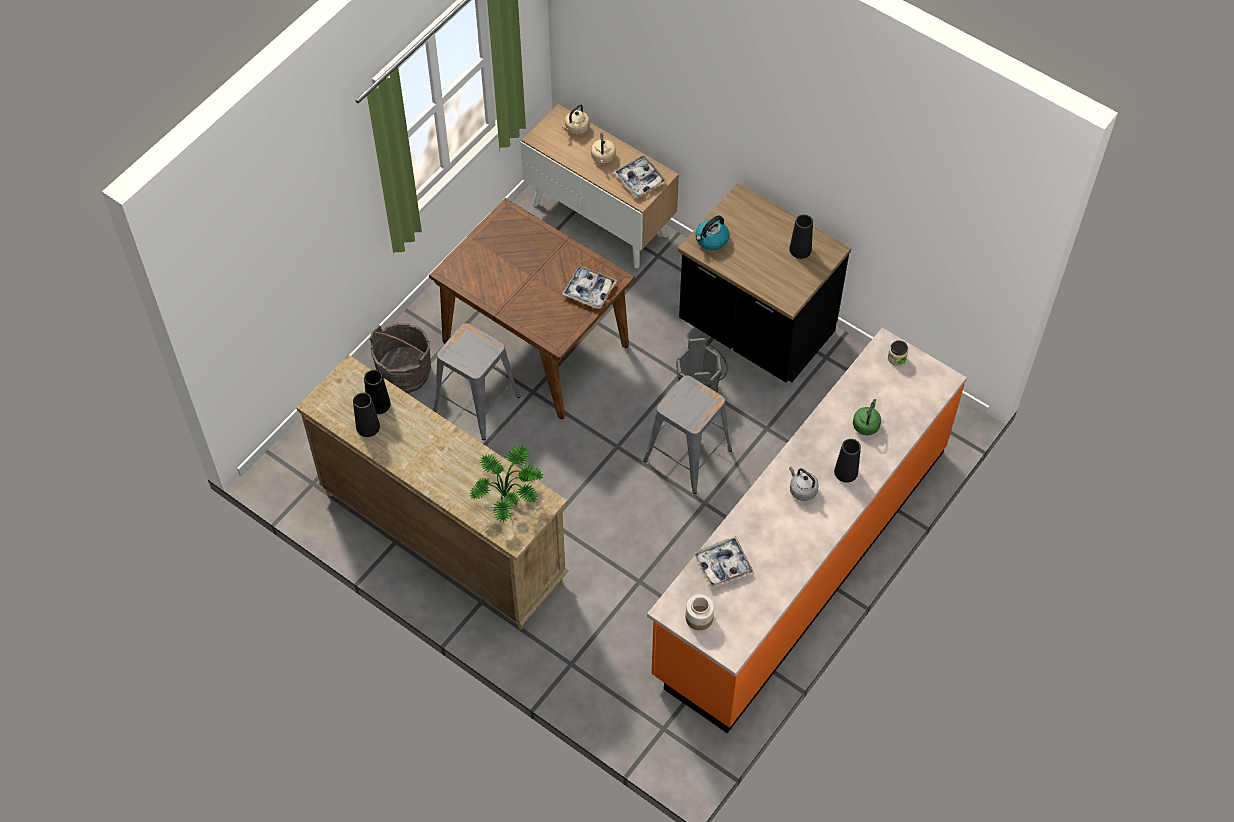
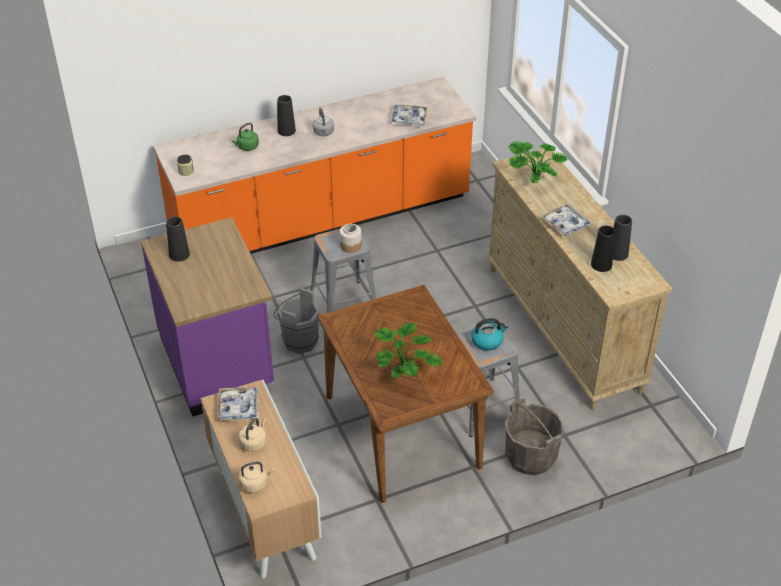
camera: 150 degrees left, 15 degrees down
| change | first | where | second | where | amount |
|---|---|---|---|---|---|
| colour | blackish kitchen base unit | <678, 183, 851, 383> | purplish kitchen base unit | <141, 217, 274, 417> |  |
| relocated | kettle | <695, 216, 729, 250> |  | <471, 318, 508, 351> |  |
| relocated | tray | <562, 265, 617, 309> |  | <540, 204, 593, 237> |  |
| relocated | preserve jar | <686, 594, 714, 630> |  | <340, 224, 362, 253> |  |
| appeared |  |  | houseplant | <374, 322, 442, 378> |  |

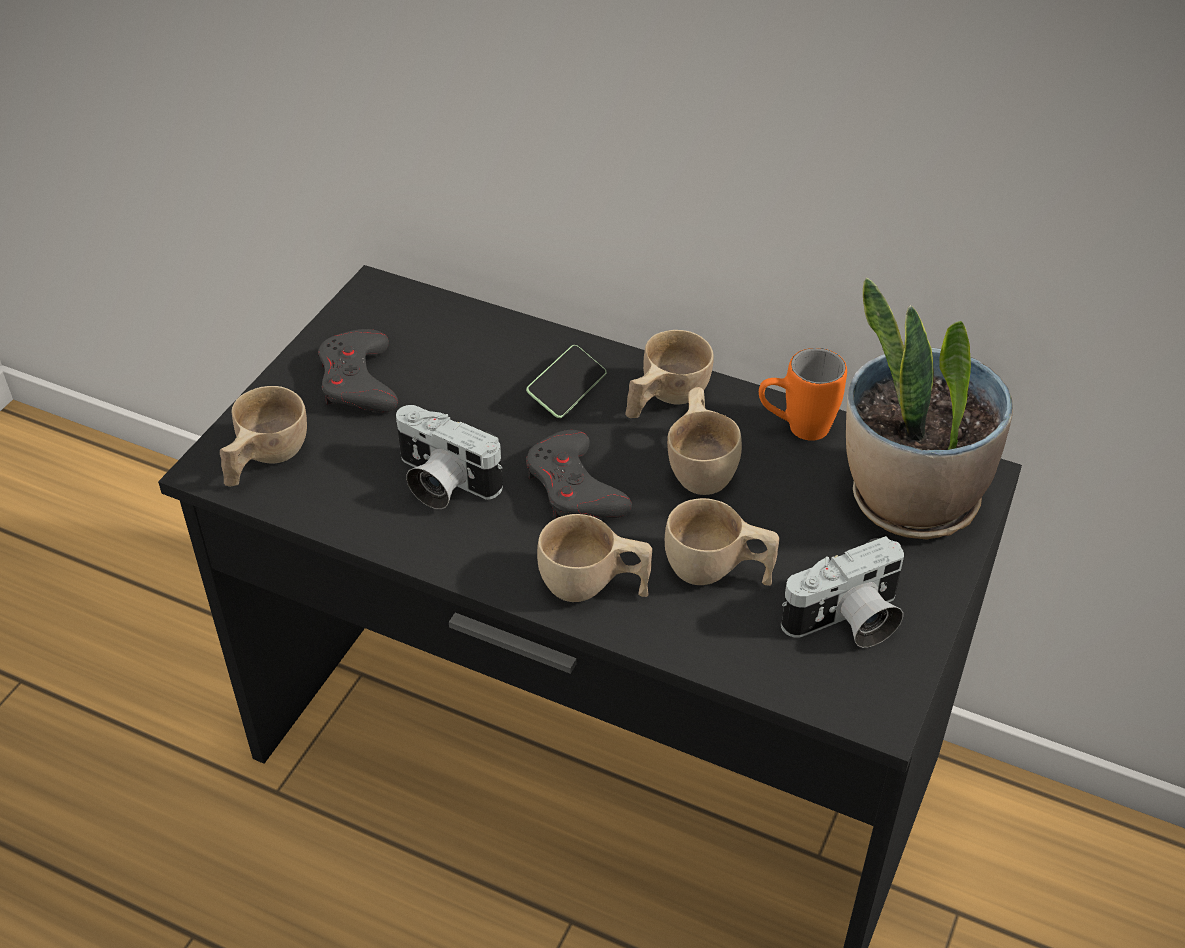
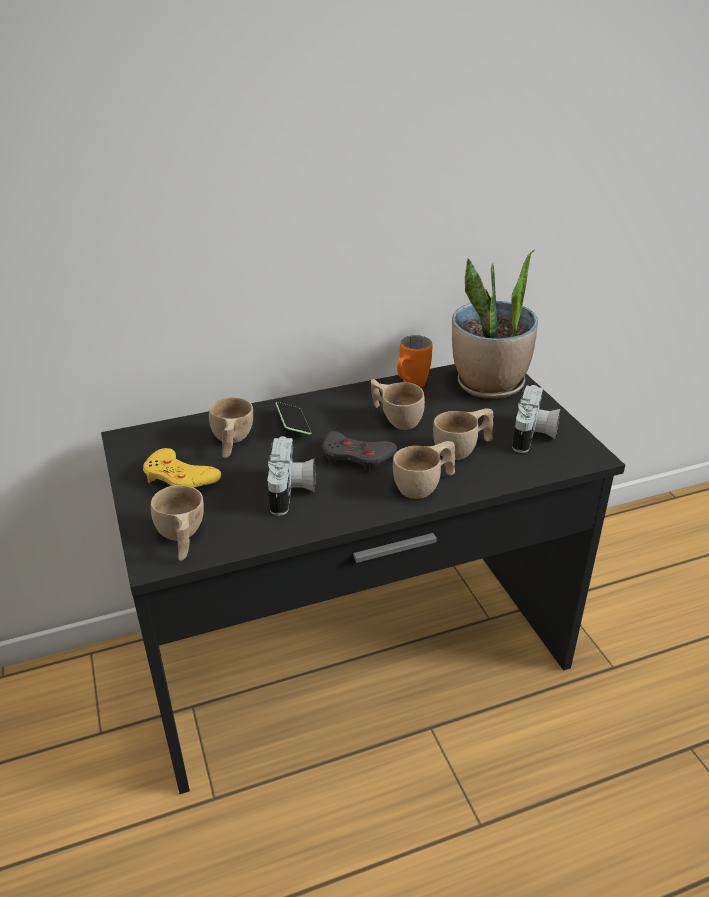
camera: 45 degrees left, 10 degrees down
| change | first | where | second | where | amount |
|---|---|---|---|---|---|
| colour | grey game controller | <318, 329, 398, 413> | yellow-coloured game controller | <143, 448, 221, 488> |  |
| relocated | sand-coloured drinking cup | <625, 330, 714, 418> |  | <209, 397, 253, 458> |  |
| spun | photo camera | <396, 405, 503, 509> |  | <267, 436, 315, 516> | 75 degrees counterclockwise |

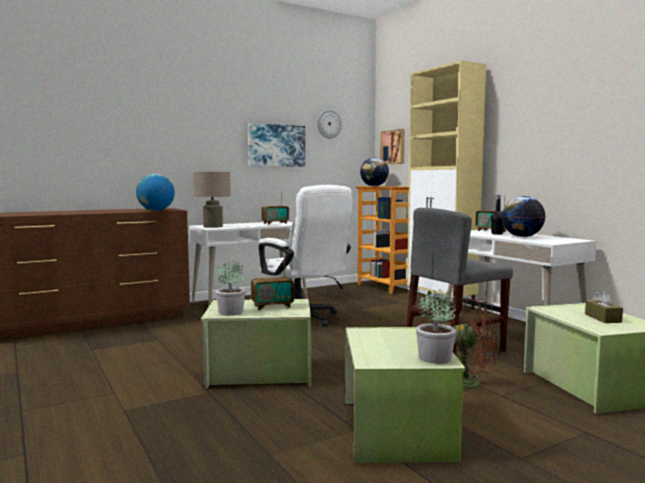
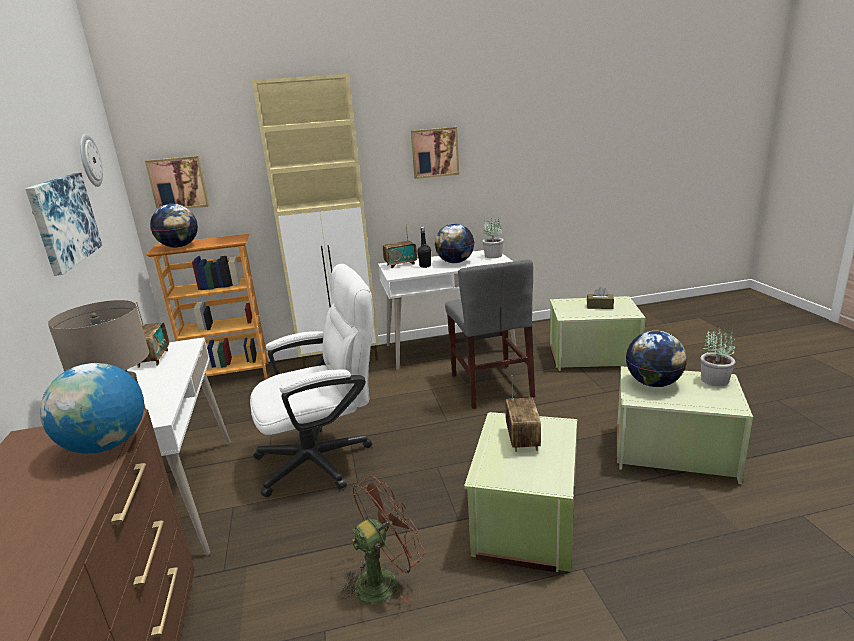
camera: 70 degrees left, 15 degrees up
| change | first | where | second | where | amount |
|---|---|---|---|---|---|
| relocated | houseplant | <216, 261, 245, 315> |  | <482, 218, 504, 258> |  |
| relocated | brown electric fan | <454, 299, 501, 395> |  | <340, 476, 425, 604> |  |
| appeared |  |  | picture | <411, 127, 459, 179> |  |
| appeared |  |  | world globe | <626, 331, 687, 387> |  |

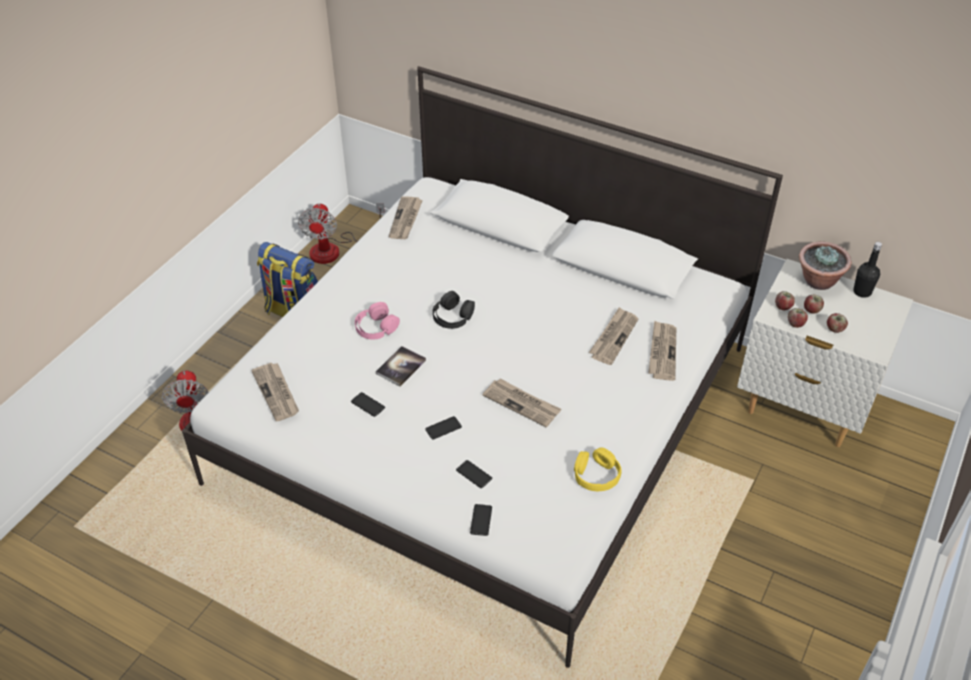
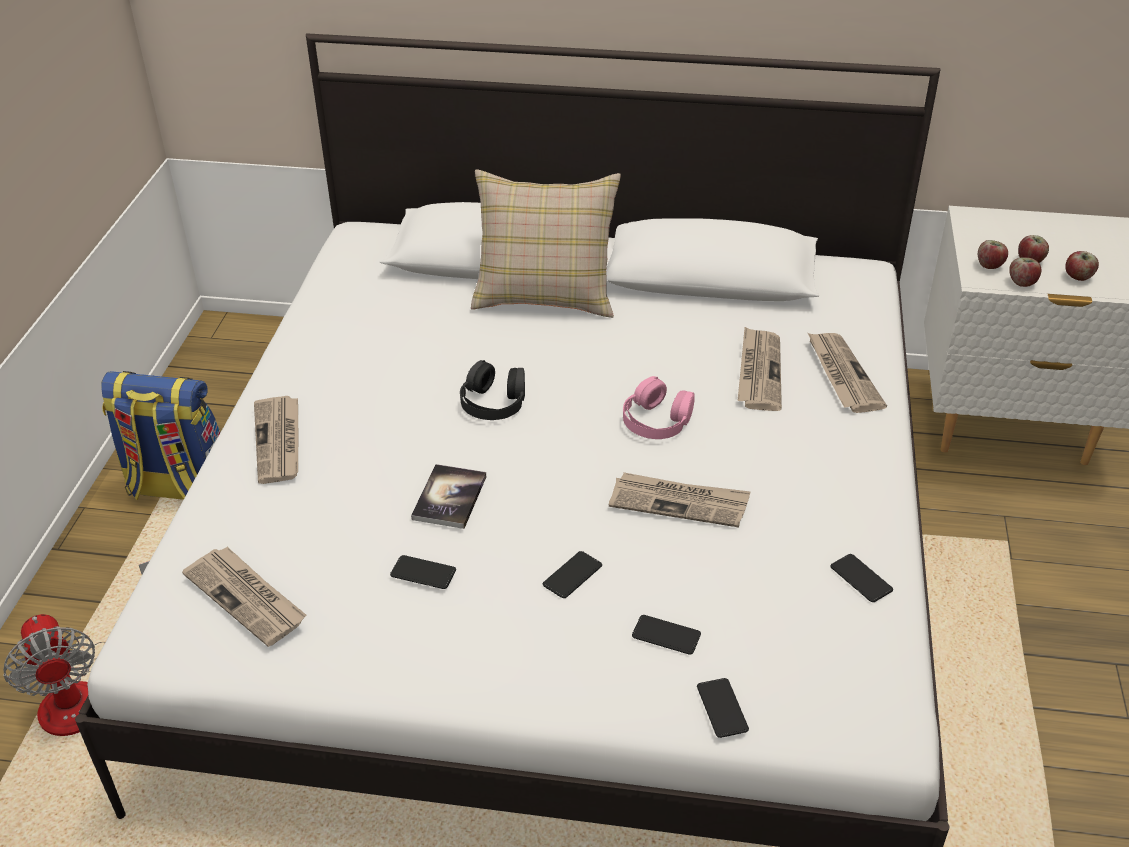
camera: 20 degrees left, 5 degrees down
| change | first | where | second | where | amount |
|---|---|---|---|---|---|
| relocated | printed paper | <389, 196, 423, 239> |  | <254, 396, 298, 484> |  |
| missing | electric fan | <298, 203, 385, 264> |  |  |  |
| missing | houseplant | <799, 242, 852, 290> |  |  |  |
| missing | blackish drink bottle | <853, 242, 882, 298> |  |  |  |
| relocated | pink-coloured headphones | <355, 302, 400, 340> |  | <623, 376, 695, 439> |  |
| exchanged | yellow-coloured headphones | <574, 447, 622, 491> | telephone | <830, 554, 893, 602> |  |
| appeared |  |  | sand-coloured cushion | <471, 169, 621, 318> |  |

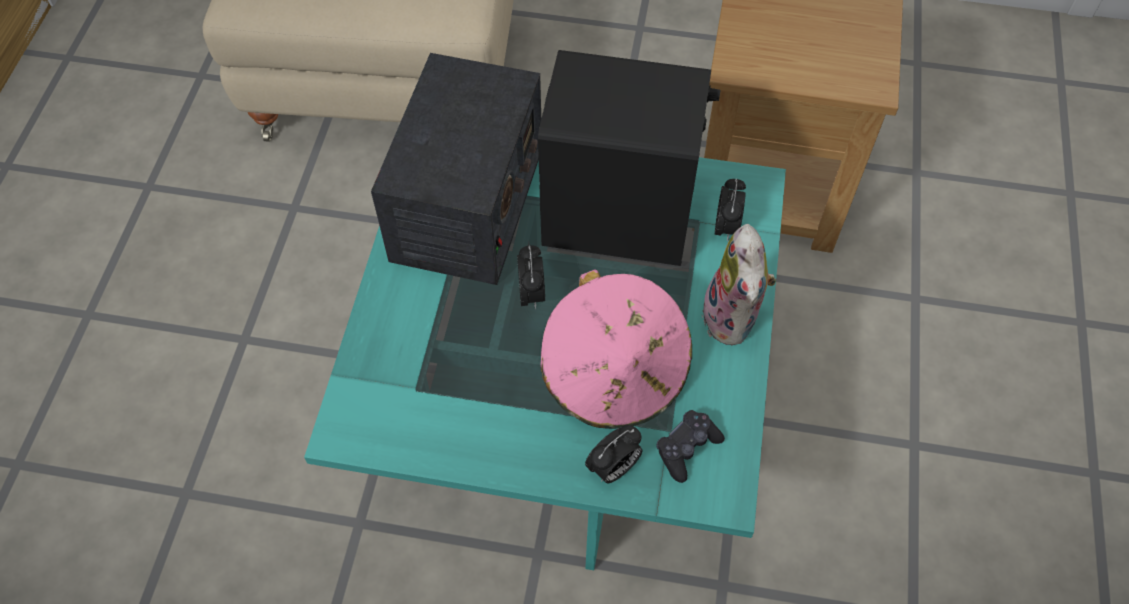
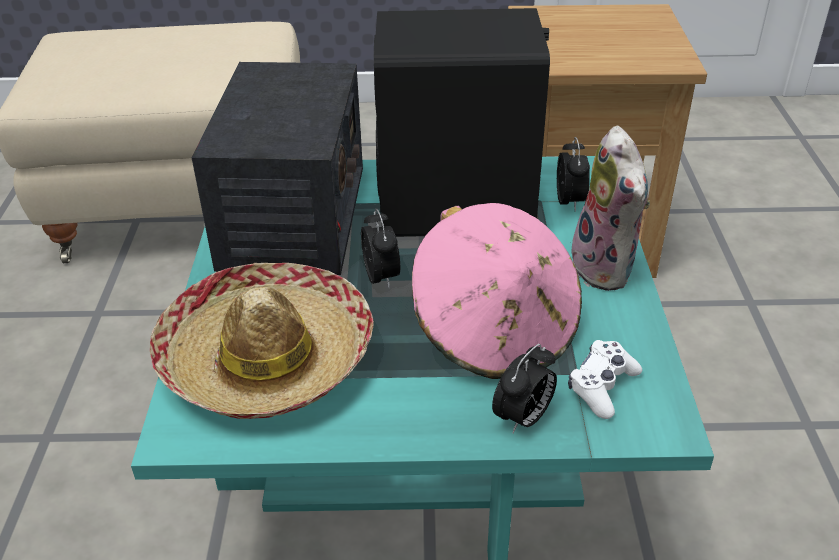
camera: 10 degrees left, 20 degrees down
| change | first | where | second | where | amount |
|---|---|---|---|---|---|
| colour | blackish game controller | <656, 410, 725, 483> | white game controller | <568, 340, 642, 419> |  |
| appeared |  |  | clothing hat | <150, 263, 374, 419> |  |

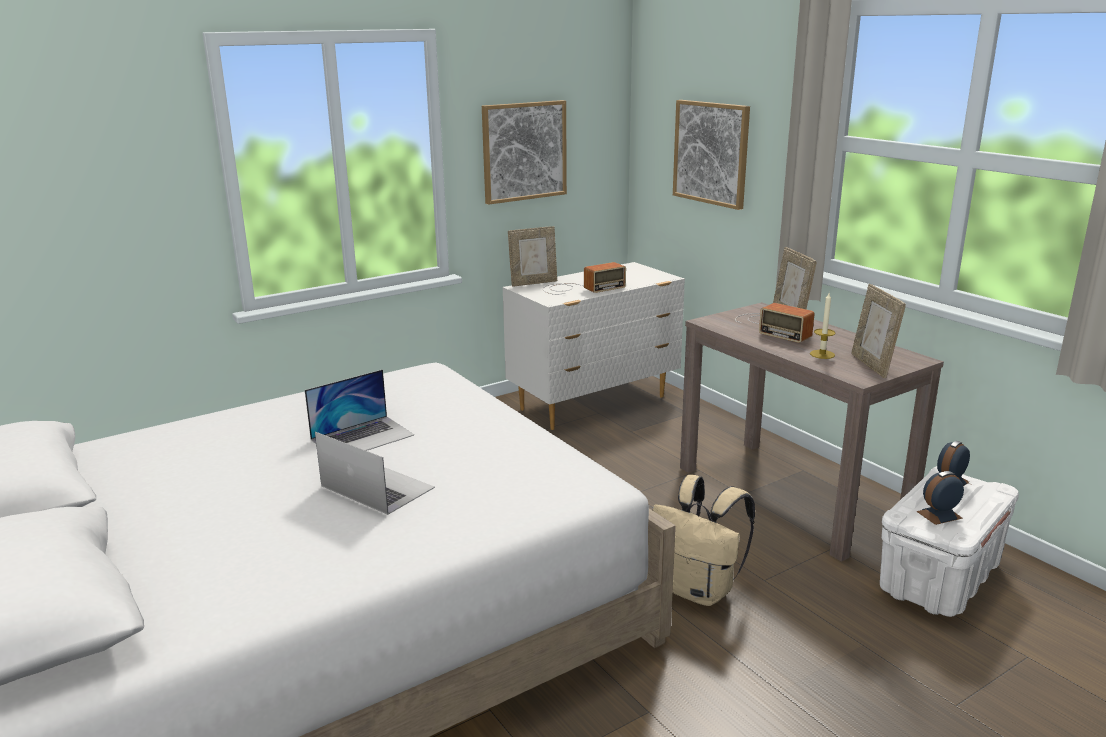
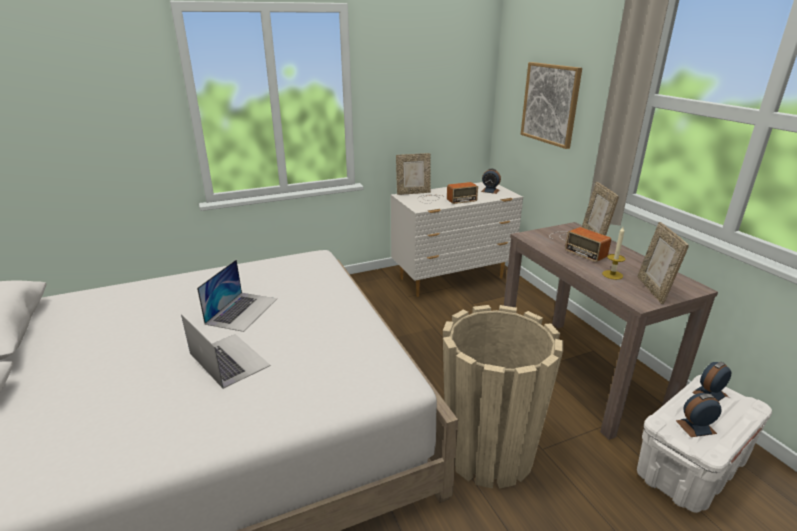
camera: 10 degrees right, 5 degrees up
| change | first | where | second | where | amount |
|---|---|---|---|---|---|
| missing | picture | <482, 100, 567, 205> |  |  |  |
| spun | laptop | <305, 369, 414, 451> |  | <197, 259, 277, 332> | 45 degrees counterclockwise |
| exchanged | sand-coloured knapsack | <653, 475, 755, 606> | sand-coloured flower pot | <443, 305, 563, 489> |  |
| appeared |  |  | alarm clock | <481, 169, 501, 194> |  |

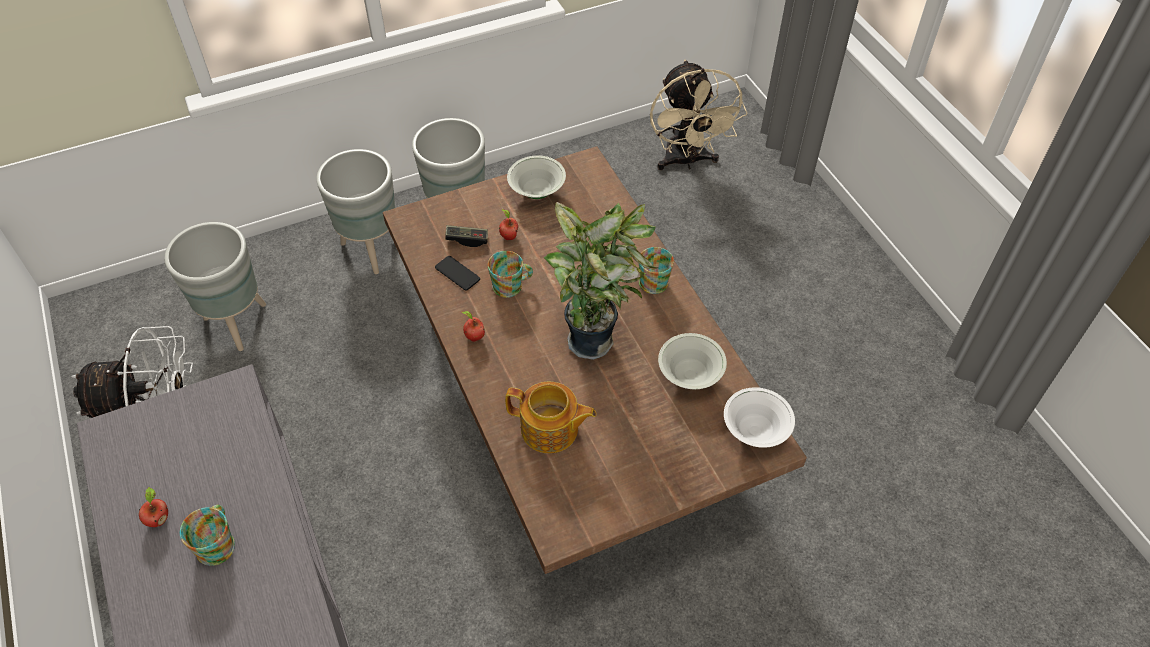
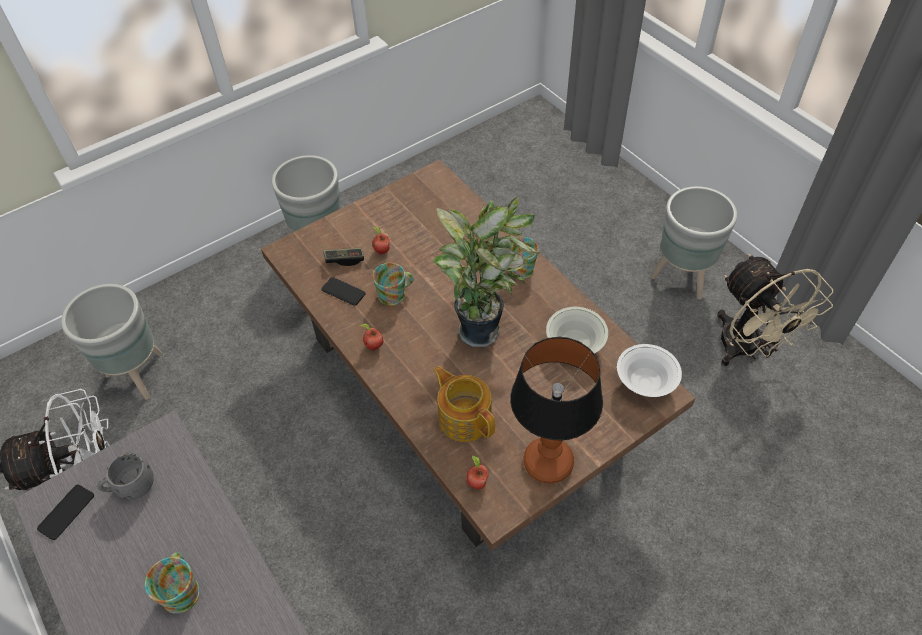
camera: 10 degrees left, 0 degrees up
| change | first | where | second | where | amount |
|---|---|---|---|---|---|
| relocated | sand-coloured electric fan | <650, 60, 748, 170> |  | <717, 254, 833, 366> |  |
| relocated | grey flower pot | <316, 149, 395, 274> |  | <651, 186, 737, 299> |  |
| missing | white serving bowl | <507, 155, 566, 199> |  |  |  |
| spun | tea pot | <505, 382, 597, 453> |  | <433, 366, 495, 442> | 135 degrees counterclockwise |
| relocated | apple | <139, 487, 168, 527> |  | <466, 455, 489, 489> |  |
| appeared |  |  | tabletop lamp | <510, 337, 603, 483> |  |
| appeared |  |  | grey coffee mug | <97, 453, 154, 500> |  |
| appeared |  |  | telephone | <37, 484, 94, 540> |  |

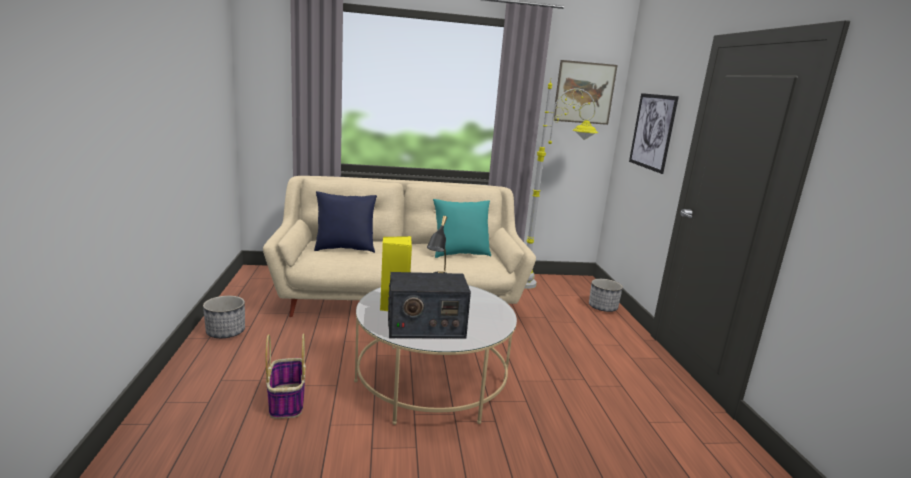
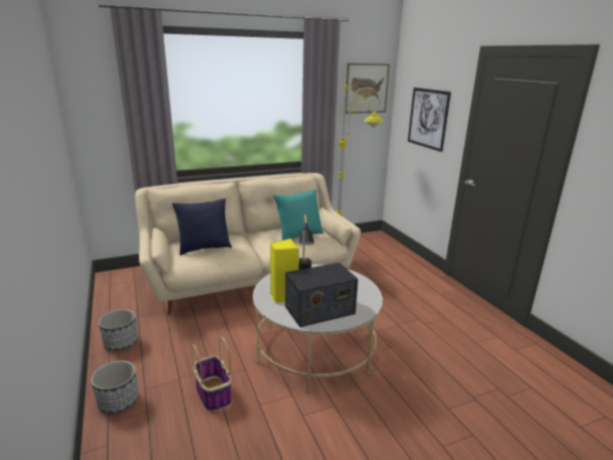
camera: 15 degrees left, 5 degrees up
| change | first | where | second | where | amount |
|---|---|---|---|---|---|
| relocated | flower pot | <589, 279, 623, 312> |  | <91, 360, 139, 413> |  |

